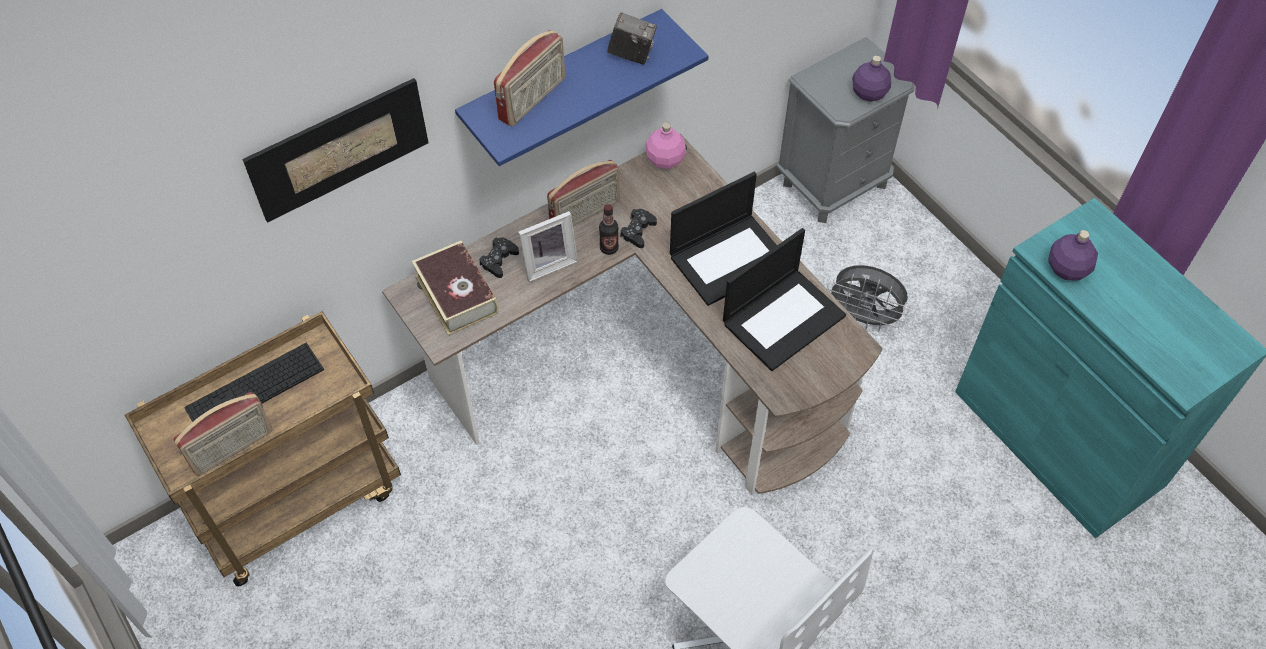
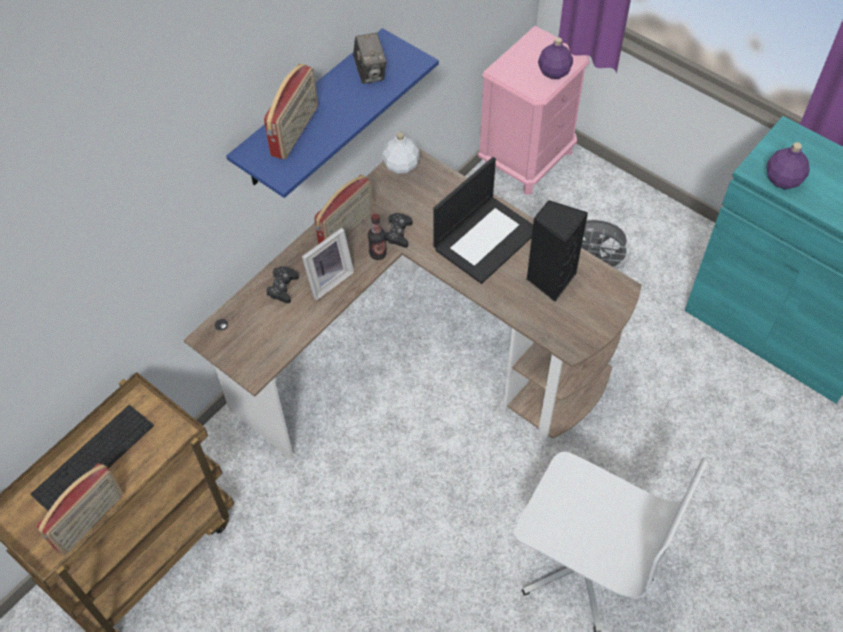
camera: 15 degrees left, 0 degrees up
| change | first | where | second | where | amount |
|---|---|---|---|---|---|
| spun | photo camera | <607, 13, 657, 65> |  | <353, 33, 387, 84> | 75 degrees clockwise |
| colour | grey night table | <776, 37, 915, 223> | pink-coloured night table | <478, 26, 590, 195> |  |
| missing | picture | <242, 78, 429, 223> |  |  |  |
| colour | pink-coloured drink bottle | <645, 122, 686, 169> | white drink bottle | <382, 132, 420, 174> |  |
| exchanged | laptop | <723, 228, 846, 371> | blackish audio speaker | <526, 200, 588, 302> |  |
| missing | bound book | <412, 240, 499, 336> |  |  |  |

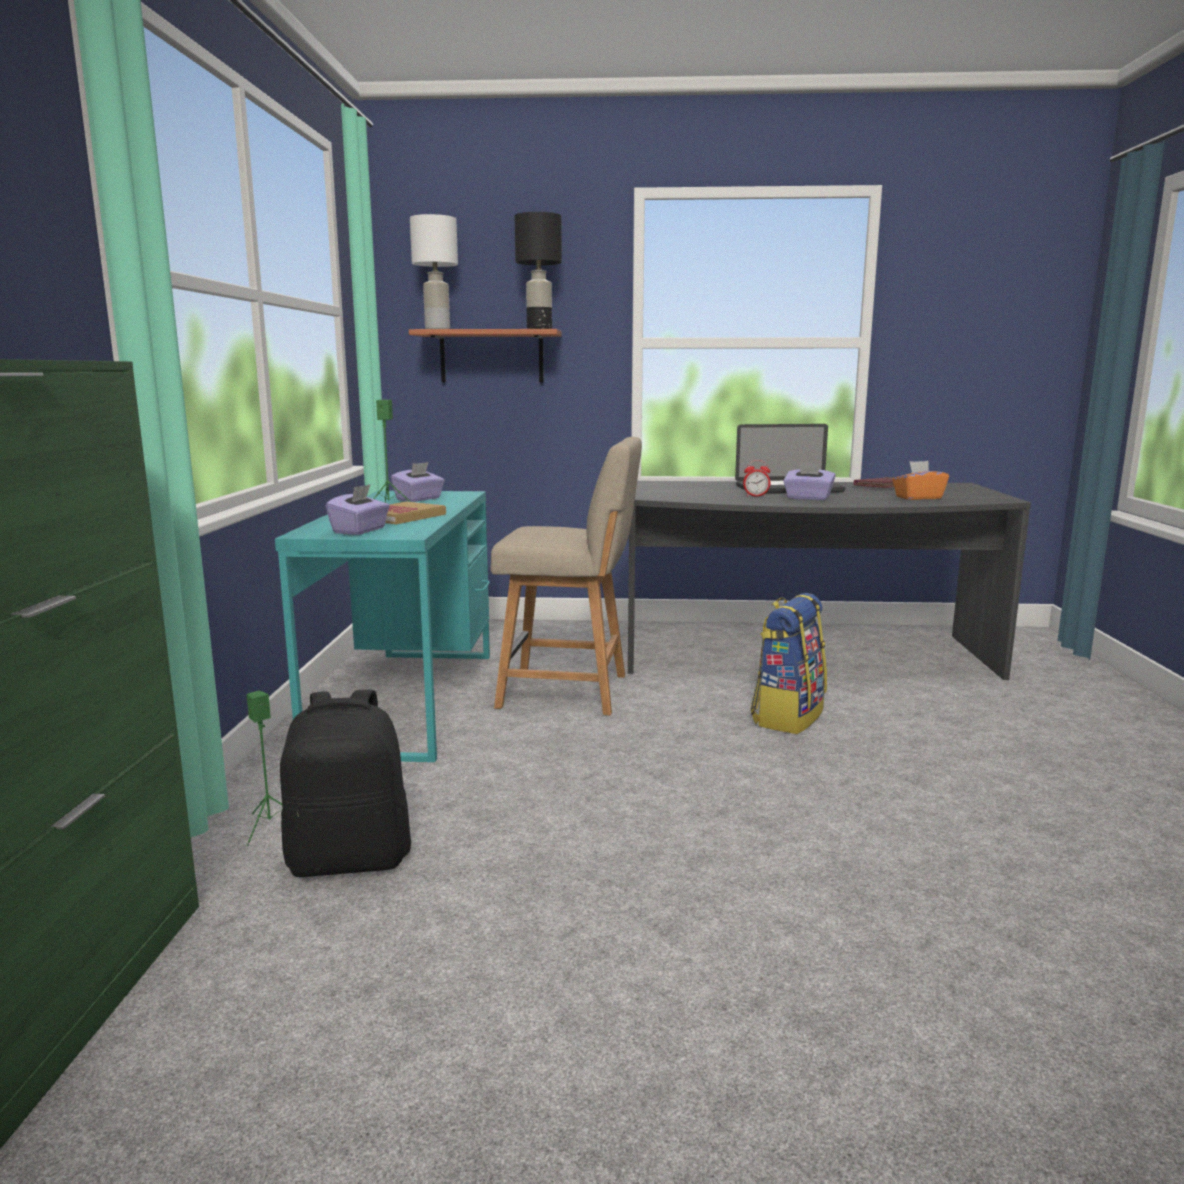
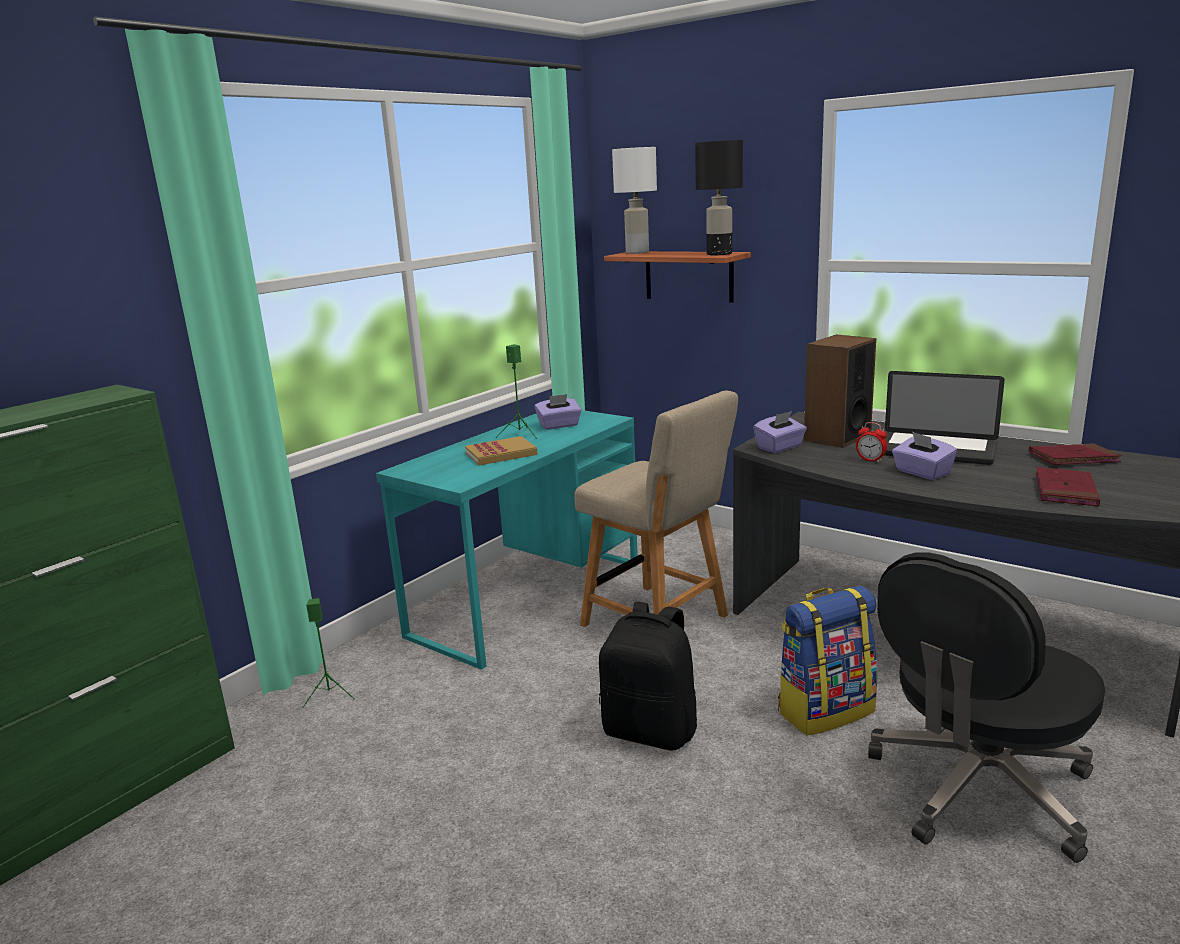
camera: 35 degrees right, 5 degrees up
| change | first | where | second | where | amount |
|---|---|---|---|---|---|
| exchanged | orange box of tissues | <892, 461, 949, 500> | reddish bound book | <1036, 467, 1100, 506> |  |
| relocated | purplish box of tissues | <326, 484, 390, 535> |  | <753, 411, 807, 453> |  |
| relocated | blackish knapsack | <280, 689, 411, 877> |  | <599, 602, 697, 750> |  |
| appeared |  |  | audio speaker | <804, 334, 876, 448> |  |
| appeared |  |  | blackish computer chair | <868, 552, 1105, 863> |  |

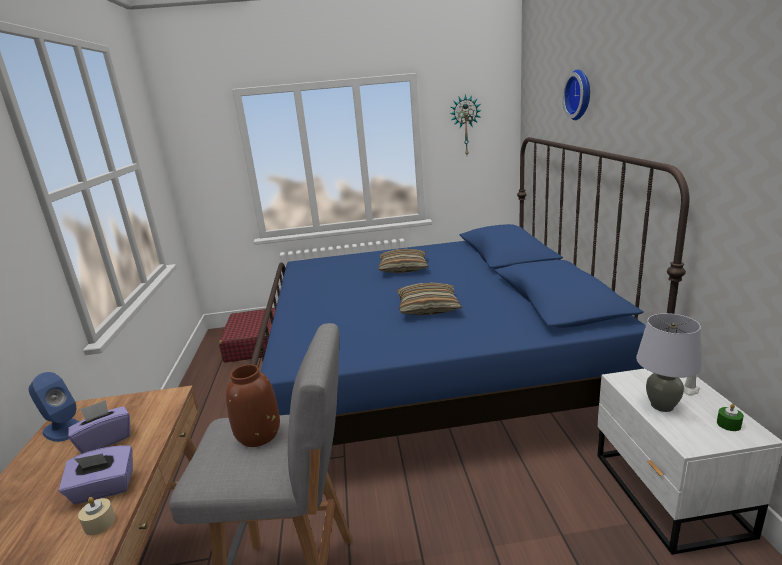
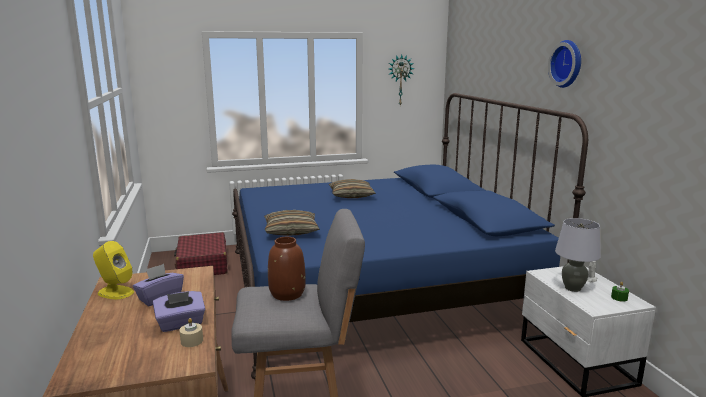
camera: 10 degrees left, 5 degrees down
| change | first | where | second | where | amount |
|---|---|---|---|---|---|
| relocated | hanging clock | <562, 70, 590, 120> |  | <548, 40, 581, 88> |  |
| relocated | cushion | <397, 282, 462, 315> |  | <264, 210, 320, 236> |  |
| colour | blue-coloured audio speaker | <29, 372, 79, 442> | yellow-coloured audio speaker | <93, 241, 134, 299> |  |

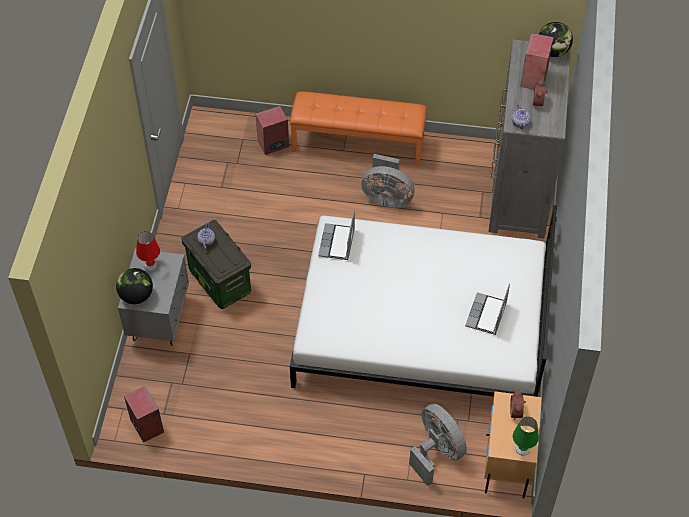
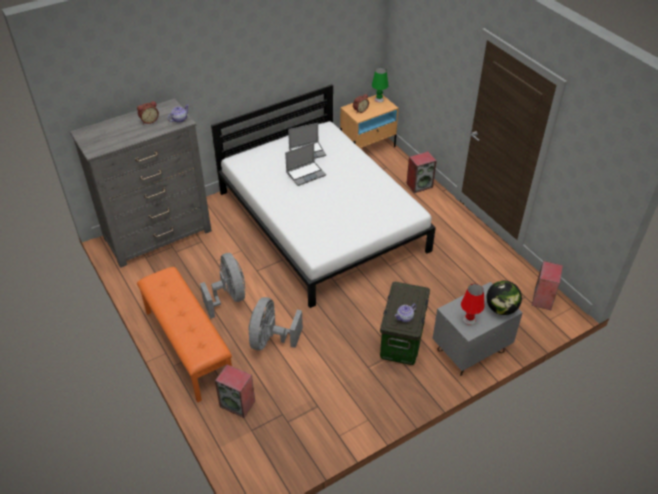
camera: 130 degrees left, 10 degrees down
| change | first | where | second | where | amount |
|---|---|---|---|---|---|
| missing | world globe | <539, 22, 573, 57> |  |  |  |
| relocated | audio speaker | <520, 33, 554, 89> |  | <406, 151, 436, 193> |  |
| relocated | laptop | <318, 209, 355, 260> |  | <285, 143, 326, 186> |  |
| relocated | grey electric fan | <409, 404, 467, 486> |  | <248, 297, 303, 350> |  |

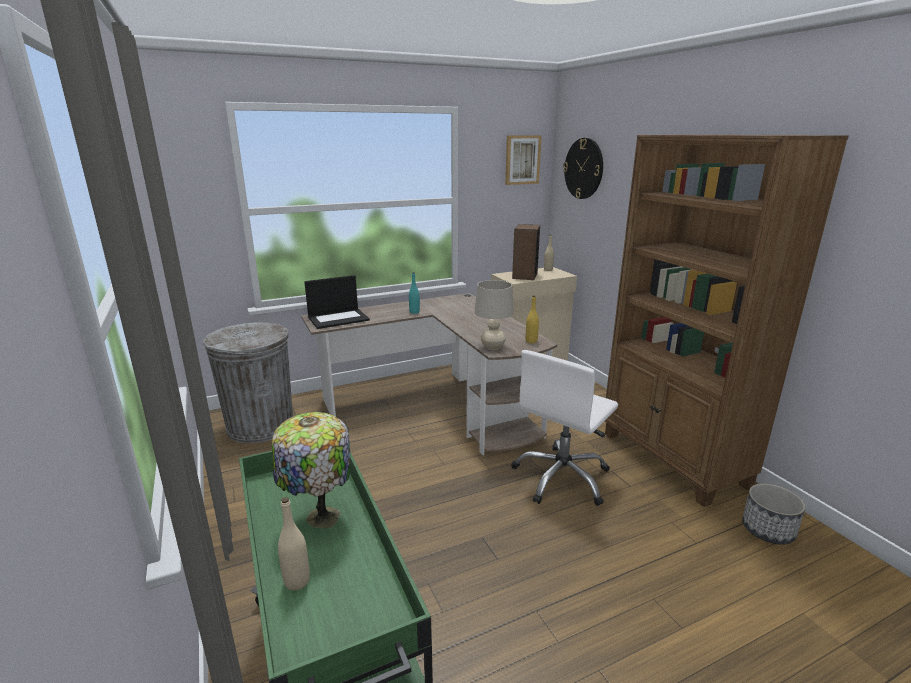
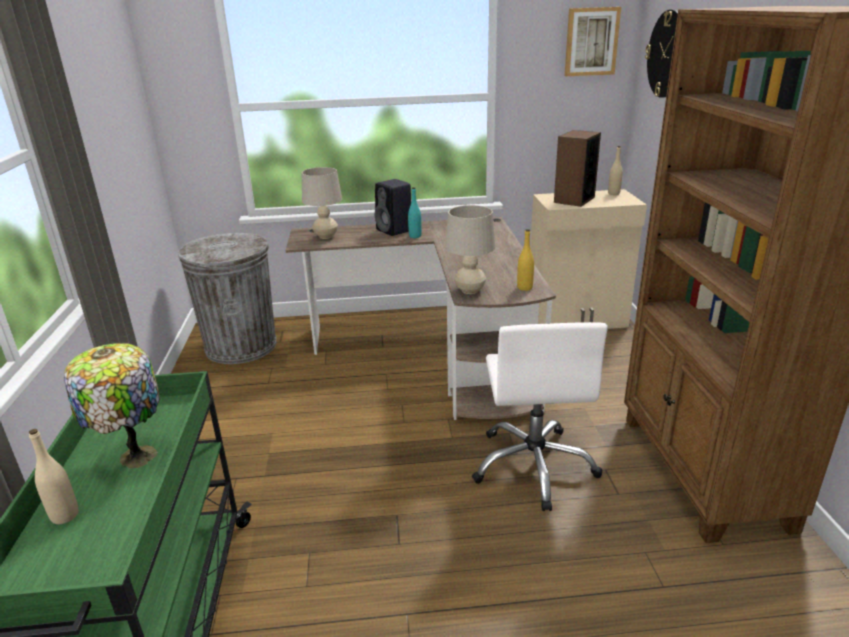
camera: 20 degrees right, 5 degrees up
| change | first | where | second | where | amount |
|---|---|---|---|---|---|
| exchanged | laptop | <304, 275, 370, 329> | sand-coloured tabletop lamp | <302, 167, 342, 239> |  |
| spun | white computer chair | <511, 350, 618, 506> |  | <472, 322, 608, 511> | 60 degrees counterclockwise |
| missing | flower pot | <742, 483, 806, 545> |  |  |  |
| appeared |  |  | blackish audio speaker | <375, 179, 411, 236> |  |

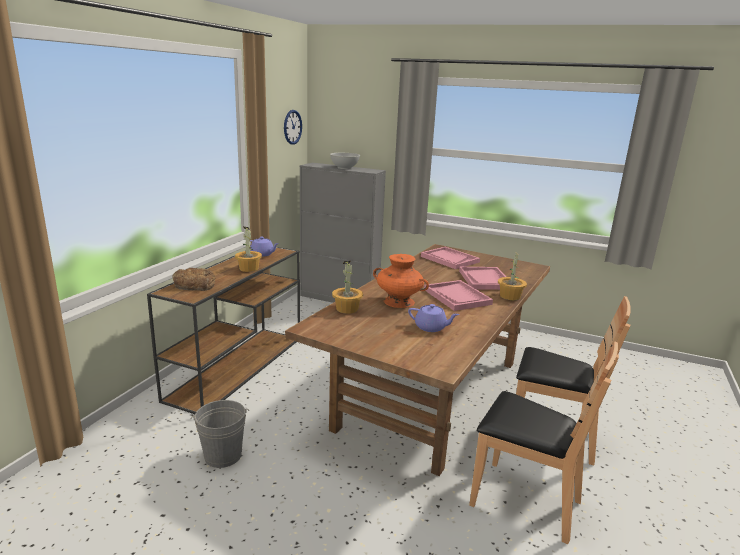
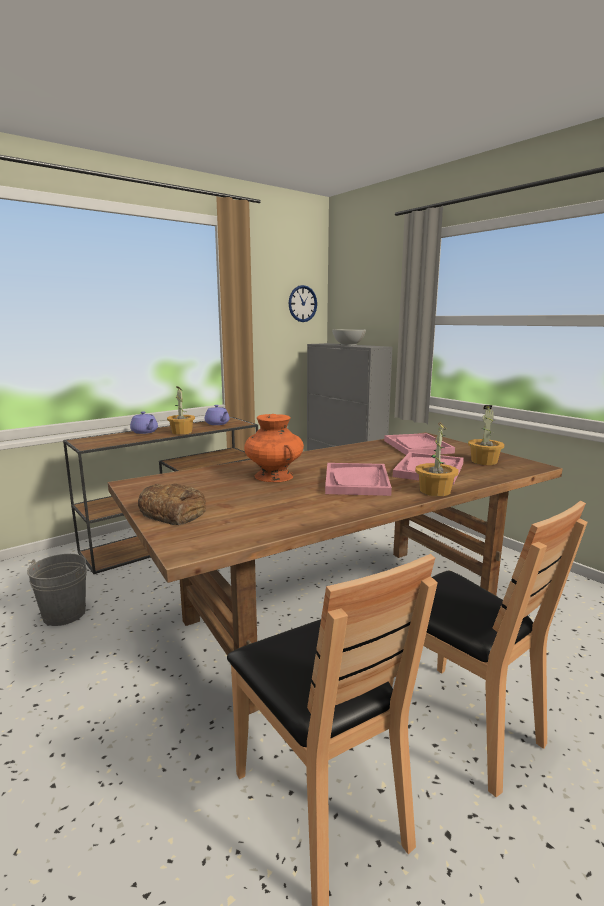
camera: 30 degrees right, 5 degrees down
| change | first | where | second | where | amount |
|---|---|---|---|---|---|
| relocated | houseplant | <332, 261, 363, 314> |  | <468, 405, 505, 465> |  |
| relocated | bakery bread | <172, 268, 215, 291> |  | <138, 483, 206, 525> |  |
| relocated | purplish tea pot | <408, 304, 459, 332> |  | <130, 411, 158, 434> |  |

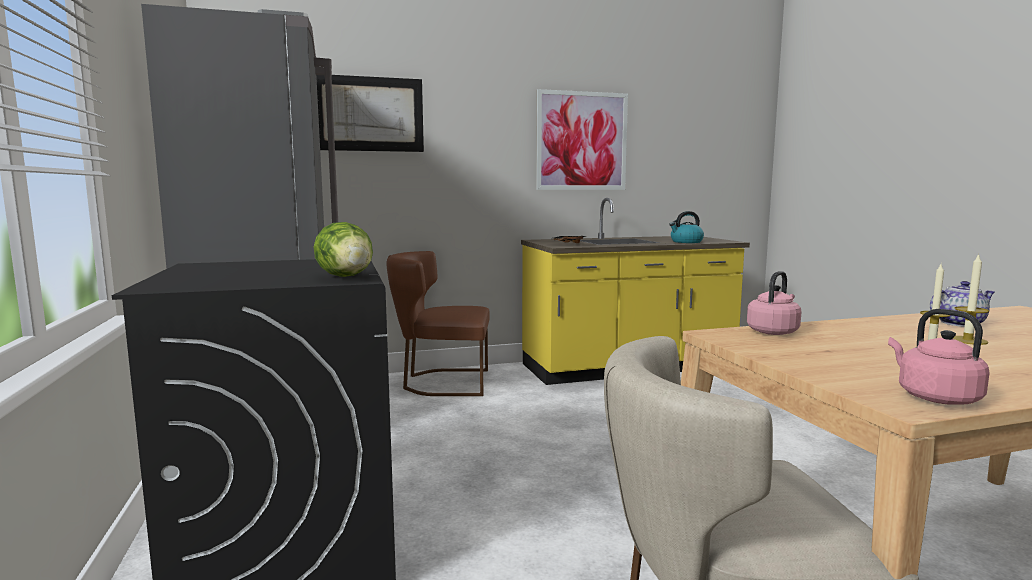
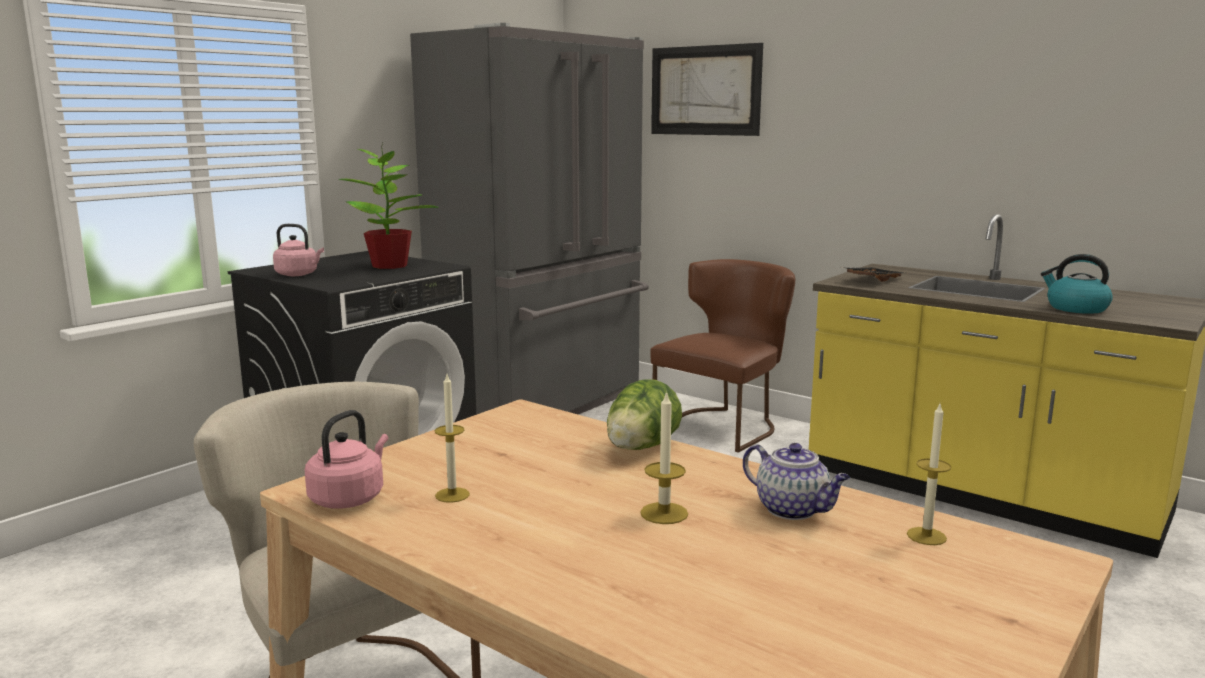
camera: 55 degrees right, 5 degrees up
| change | first | where | second | where | amount |
|---|---|---|---|---|---|
| missing | picture | <536, 89, 628, 190> |  |  |  |
| relocated | lettuce | <314, 222, 373, 277> |  | <607, 379, 682, 450> |  |
| spun | brown plain chair | <387, 251, 490, 396> |  | <650, 259, 795, 453> | 75 degrees clockwise |
| relocated | pink-coloured kettle | <747, 271, 802, 335> |  | <273, 224, 324, 276> |  |
| appeared |  |  | houseplant | <338, 143, 439, 269> |  |
| appeared |  |  | candle | <907, 404, 951, 545> |  |

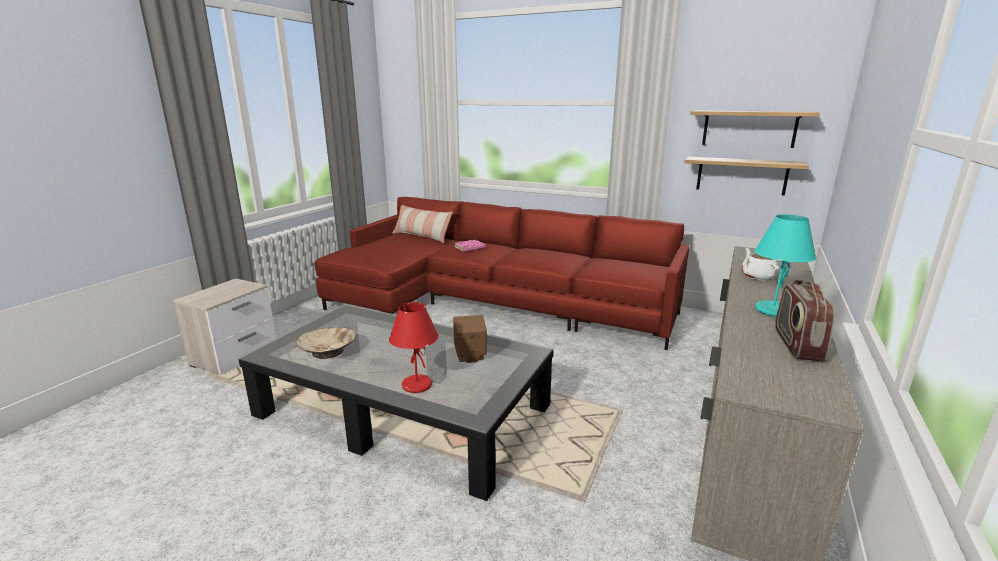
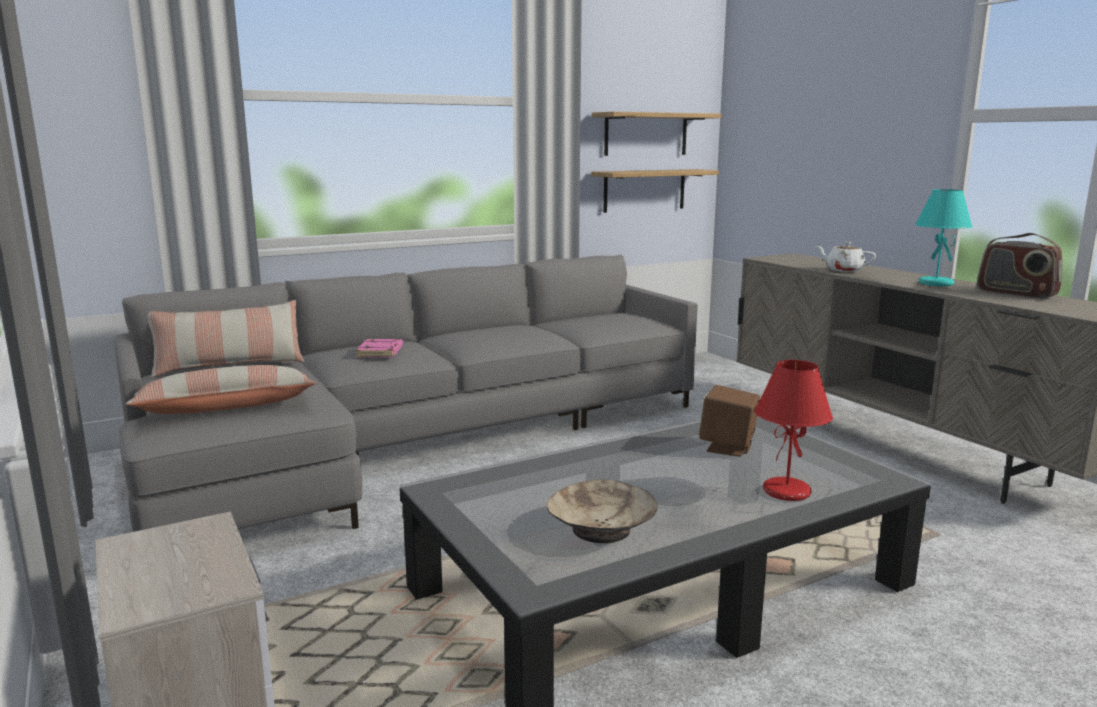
camera: 55 degrees left, 5 degrees down
| change | first | where | second | where | amount |
|---|---|---|---|---|---|
| colour | reddish settee | <315, 197, 690, 350> | grey settee | <115, 255, 698, 532> |  |
| appeared |  |  | cushion | <126, 365, 316, 414> |  |

